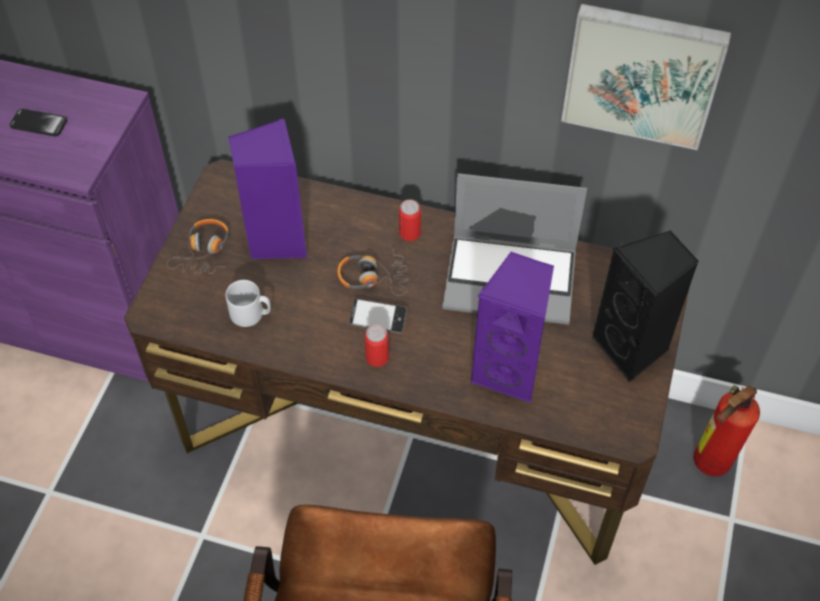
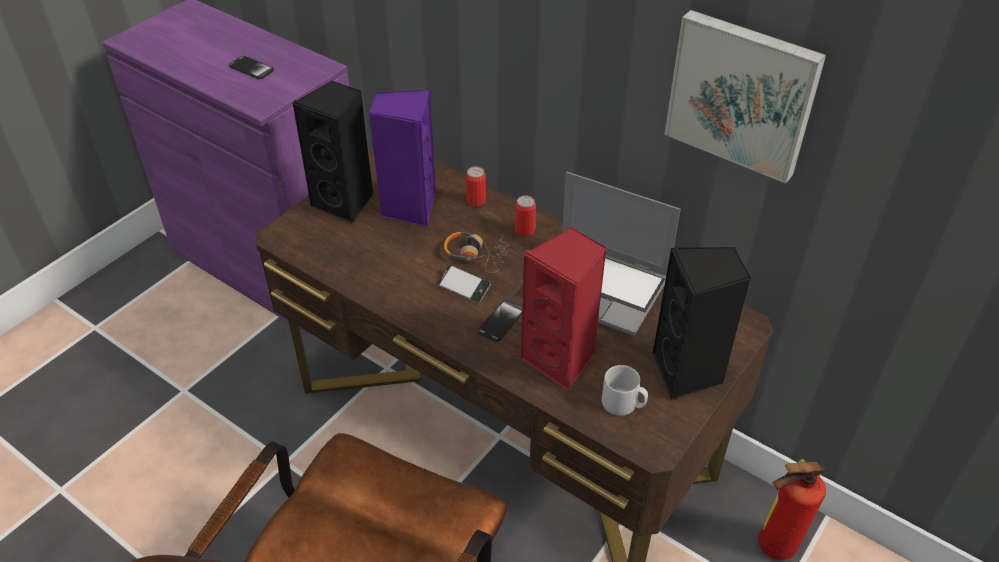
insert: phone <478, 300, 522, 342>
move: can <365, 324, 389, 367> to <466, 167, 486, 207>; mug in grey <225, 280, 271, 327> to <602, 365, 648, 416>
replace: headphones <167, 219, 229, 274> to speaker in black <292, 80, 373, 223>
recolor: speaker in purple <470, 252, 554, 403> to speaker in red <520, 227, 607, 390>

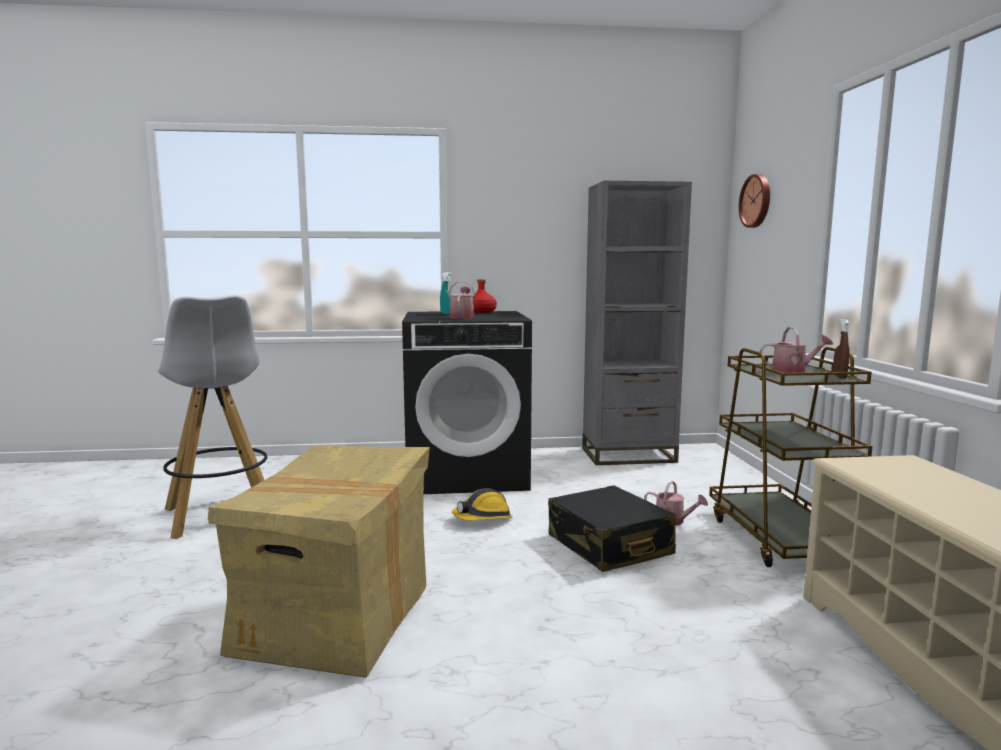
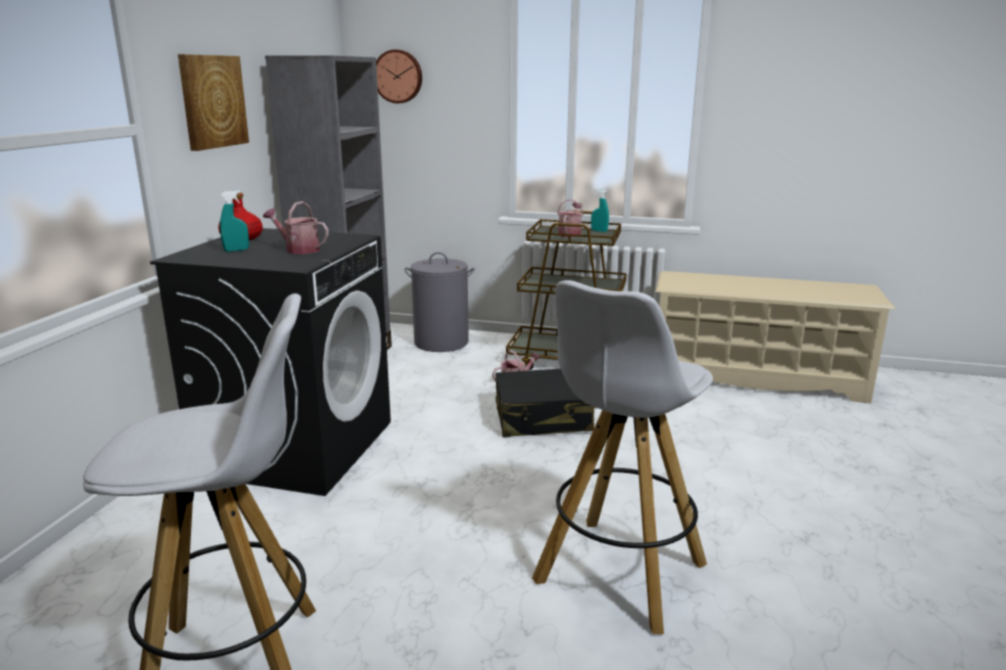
delete: hard hat <451, 488, 513, 521>
insert: picture <178, 54, 249, 151>; laundry basket in grey <404, 252, 475, 352>
replace: cardboard box <208, 446, 430, 678> to stool in white <532, 280, 713, 634>
recolor: spray bottle in brown <833, 319, 849, 379> to spray bottle in turquoise <591, 189, 609, 232>

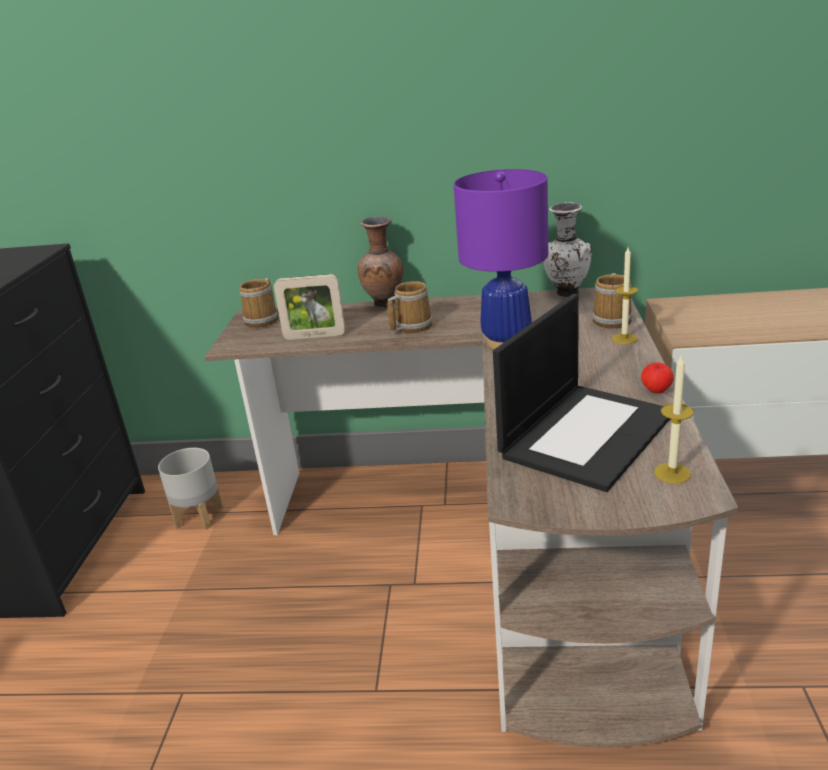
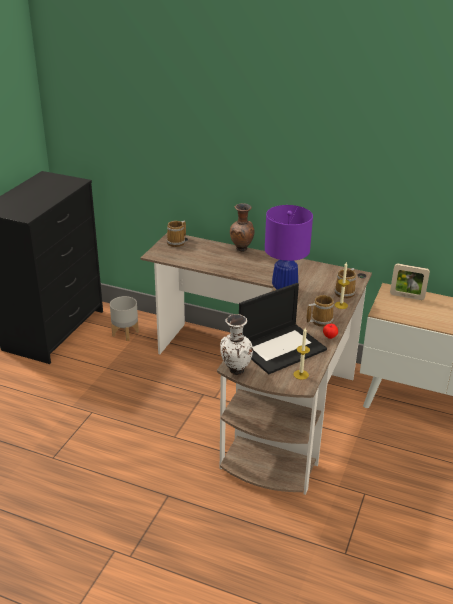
move: vase in white <543, 203, 592, 297> to <220, 314, 253, 375>; mug <387, 281, 432, 333> to <306, 295, 334, 327>; picture frame <274, 274, 345, 340> to <390, 264, 430, 300>

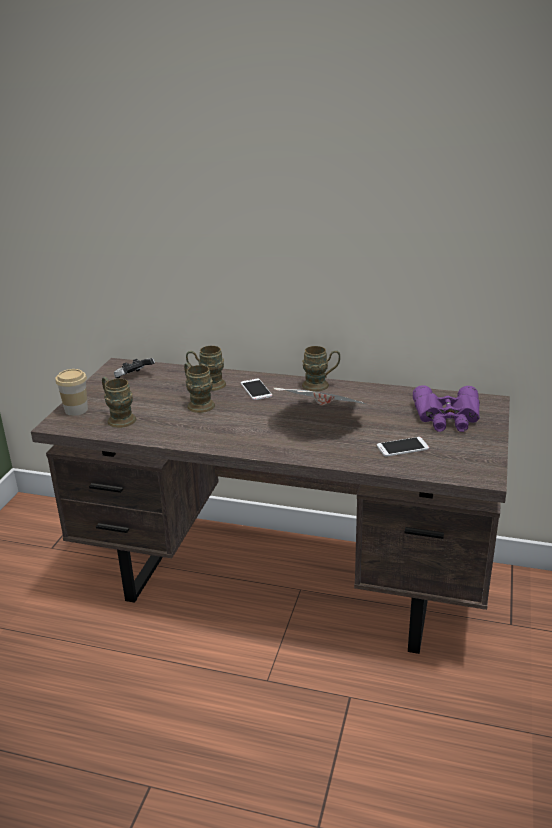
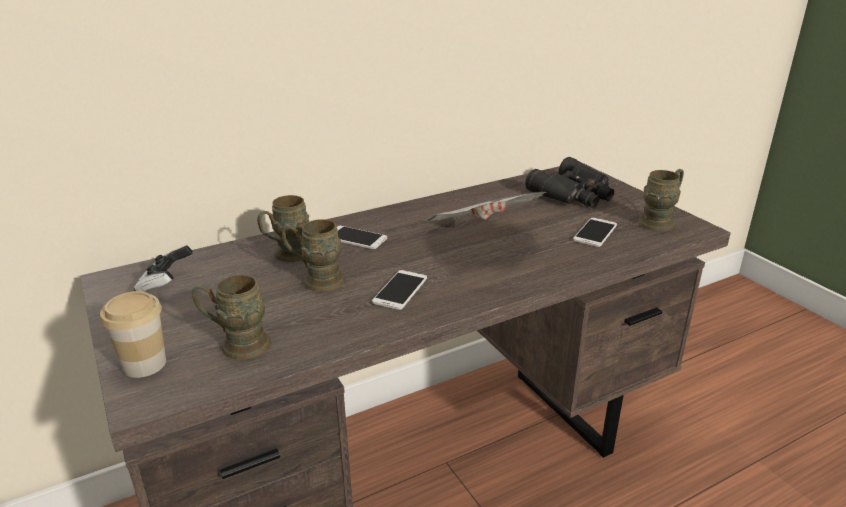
insert: phone <372, 270, 427, 310>
move: mug in brown <302, 346, 340, 392> to <637, 169, 684, 232>
recolor: binoculars in purple <413, 385, 480, 432> to binoculars in black <525, 157, 614, 208>

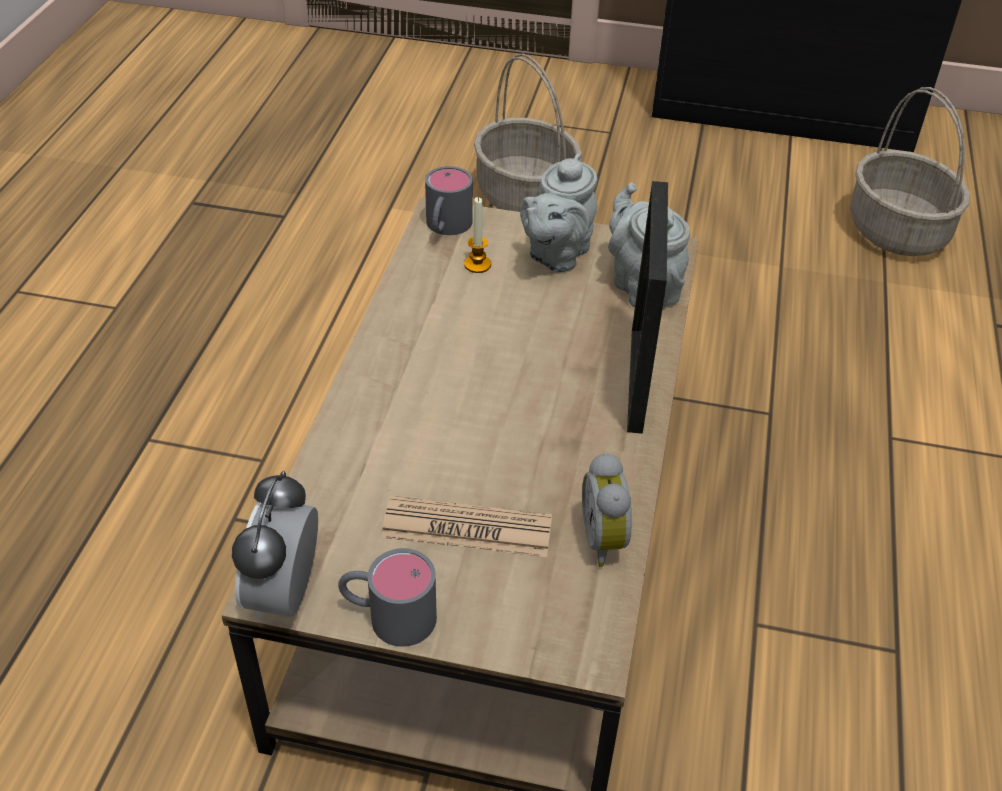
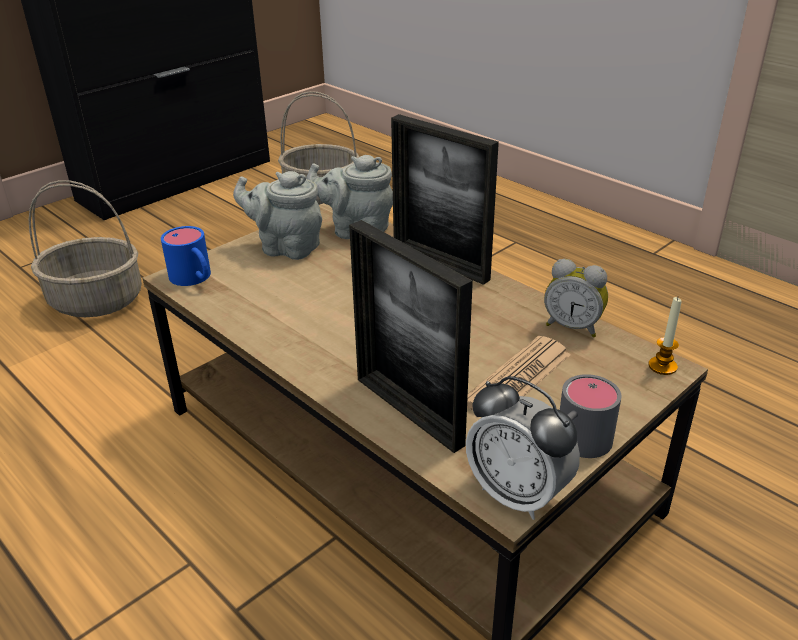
insert: picture frame <349, 220, 473, 453>
move: candle <464, 197, 491, 273> to <648, 297, 681, 375>
recolor: mug in grey <425, 166, 473, 235> to mug in blue <161, 226, 211, 286>
rotate: teapot in grey <520, 153, 598, 272> = <233, 171, 322, 260> 135 degrees clockwise

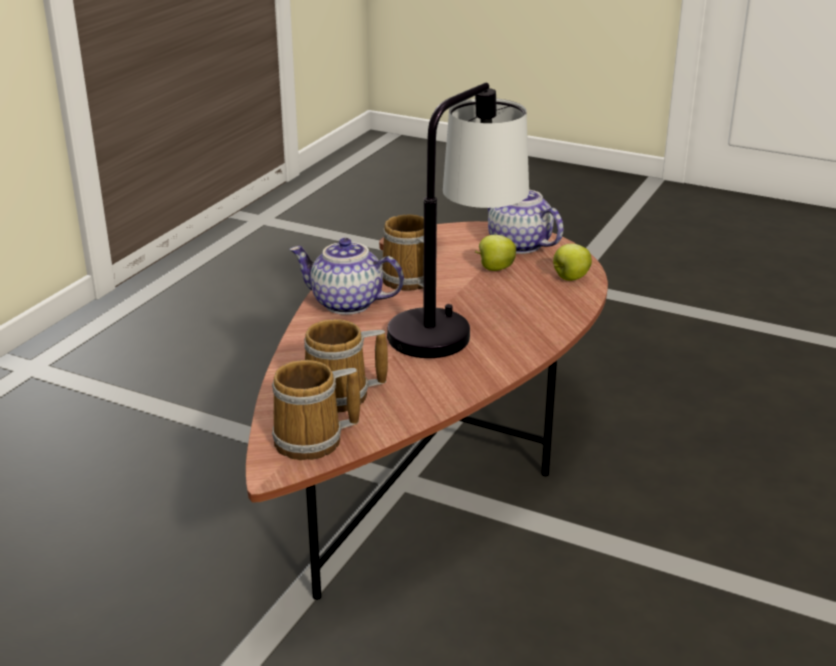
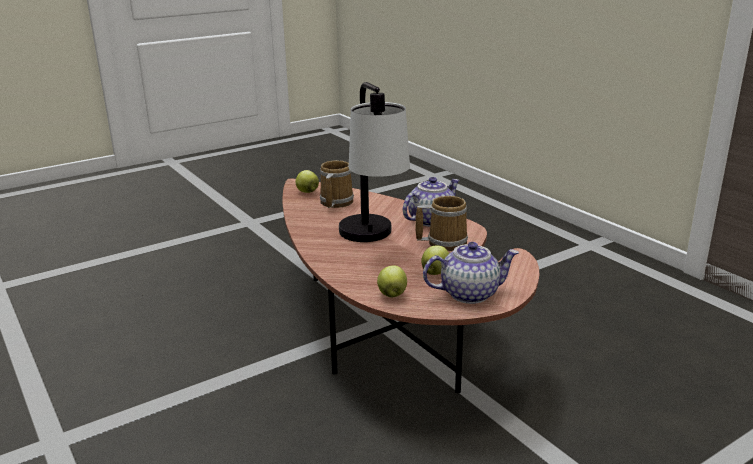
replace: mug <272, 360, 360, 460> to apple <295, 170, 319, 193>

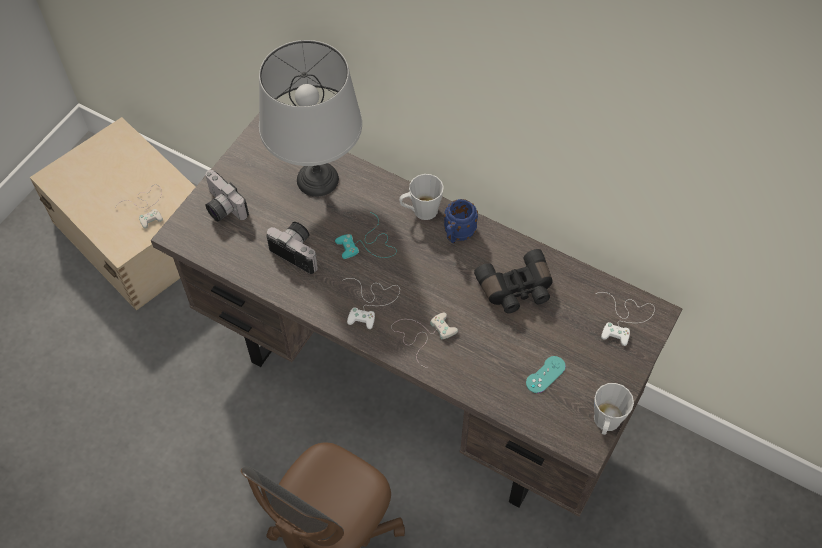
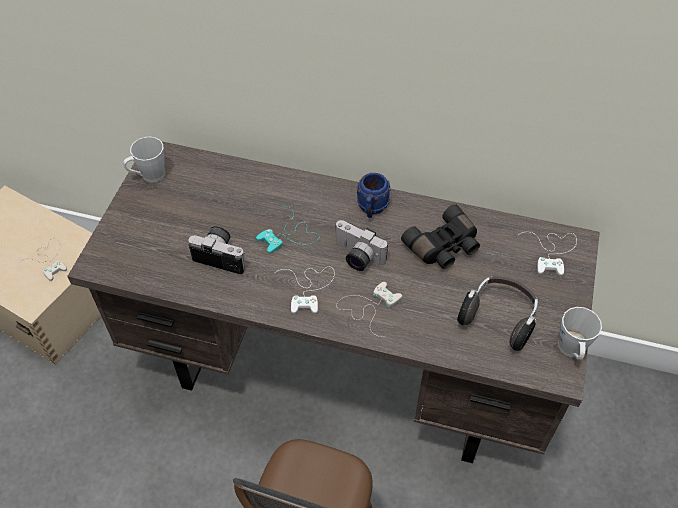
delete: table lamp in grey <259, 40, 362, 197>
move: mug in grey <399, 174, 444, 220> to <123, 137, 165, 183>; photo camera <205, 170, 249, 222> to <334, 220, 388, 271>
replace: game controller in turquoise <526, 356, 566, 393> to headphones <457, 276, 538, 351>

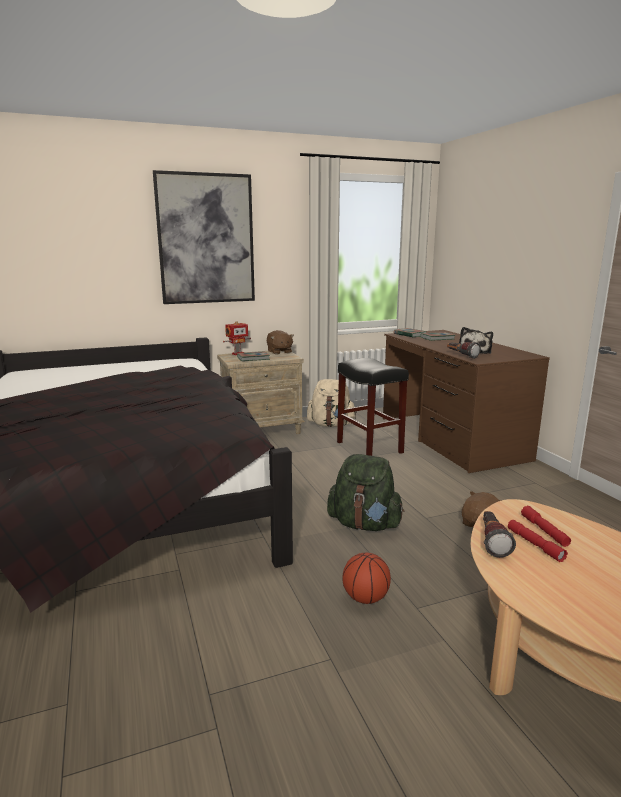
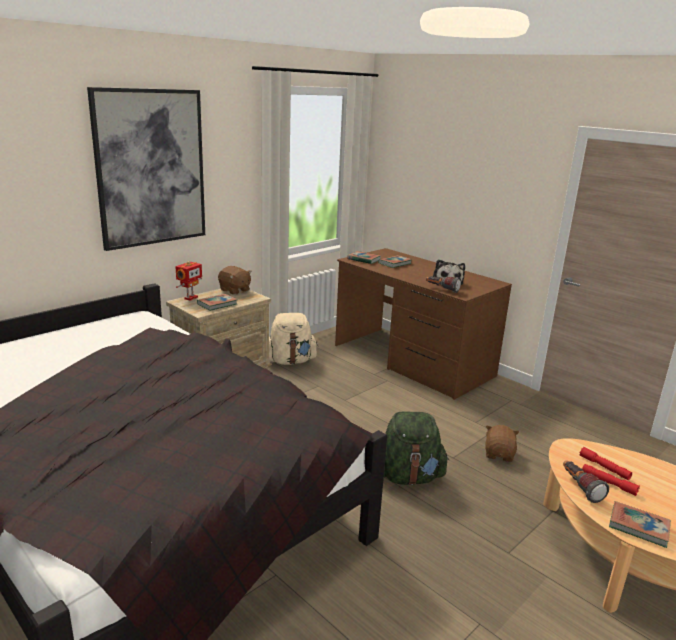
delete: stool in black <337, 358, 409, 456>; basketball <342, 553, 391, 604>
insert: book <609, 501, 671, 548>

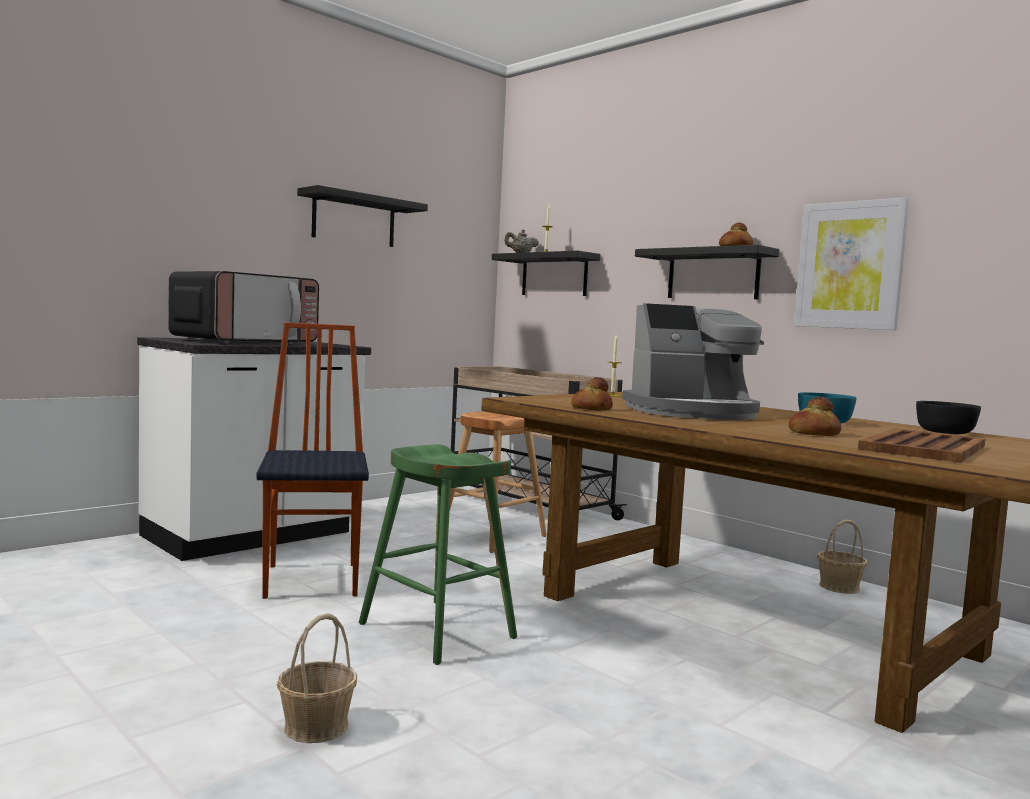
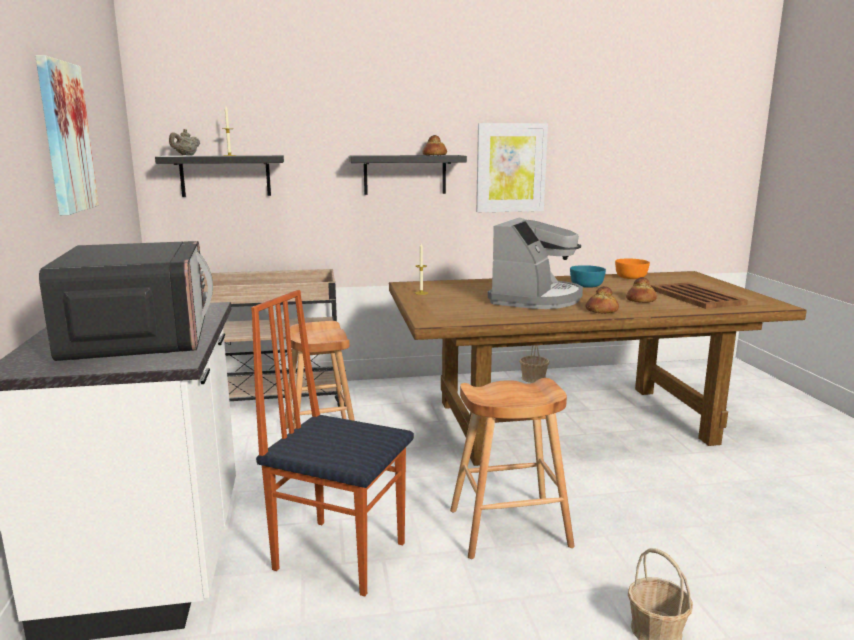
move: bread <571, 377, 613, 410> to <585, 286, 619, 313>
replace: shelf in black <297, 185, 428, 247> to picture <35, 55, 99, 215>
recolor: stool in green <359, 444, 517, 665> to stool in brown <450, 378, 575, 559>; bowl in black <916, 401, 981, 434> to bowl in orange <615, 259, 650, 279>

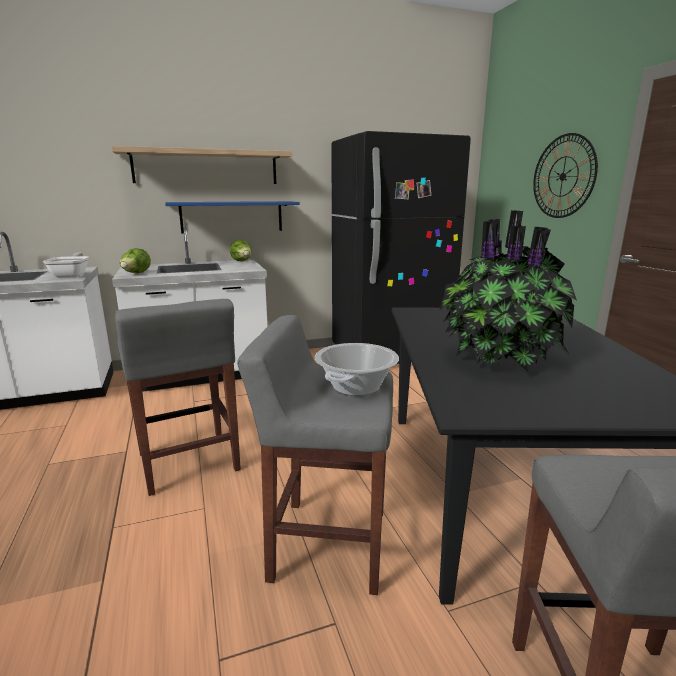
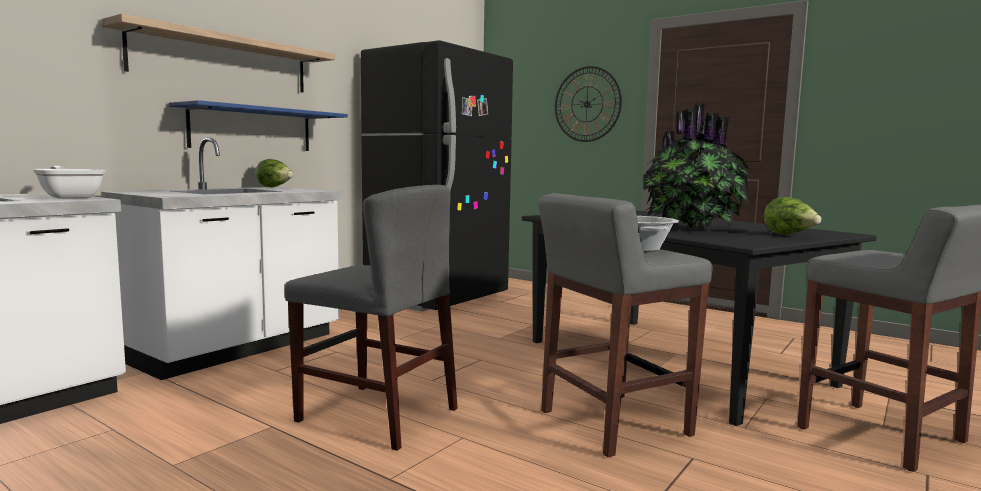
move: lettuce <120, 248, 151, 273> to <764, 197, 821, 235>
replace: stool in grey <115, 299, 241, 496> to chair in grey <285, 185, 457, 451>

